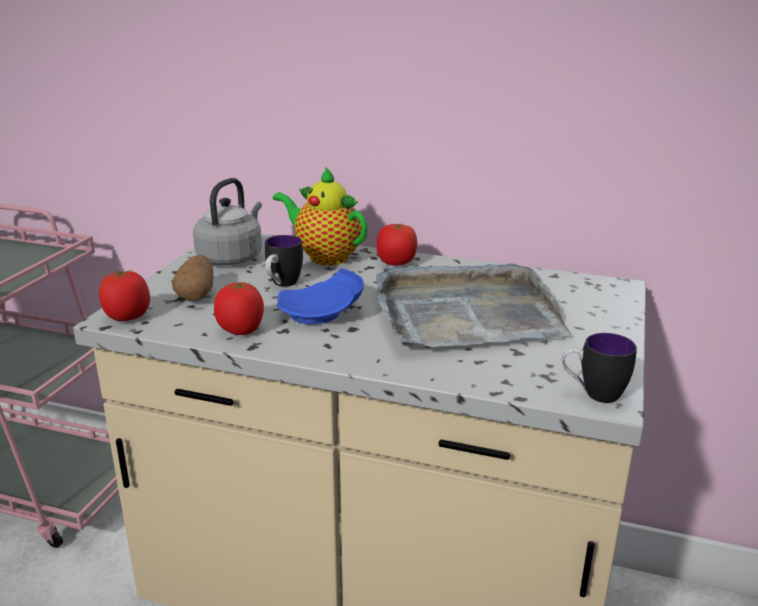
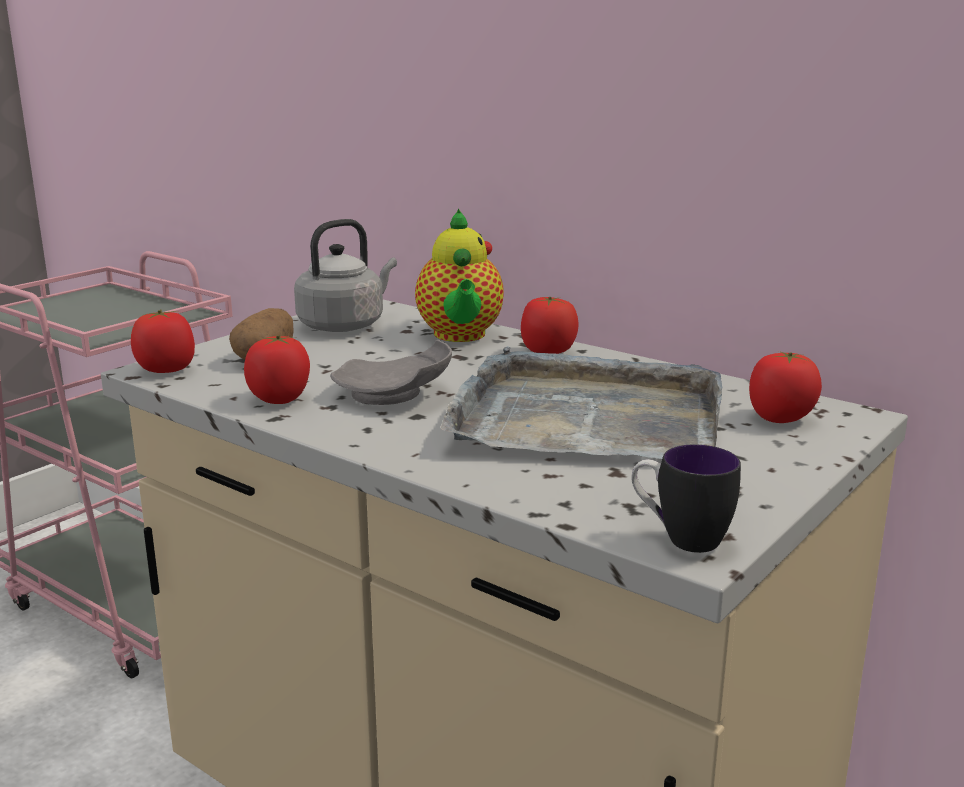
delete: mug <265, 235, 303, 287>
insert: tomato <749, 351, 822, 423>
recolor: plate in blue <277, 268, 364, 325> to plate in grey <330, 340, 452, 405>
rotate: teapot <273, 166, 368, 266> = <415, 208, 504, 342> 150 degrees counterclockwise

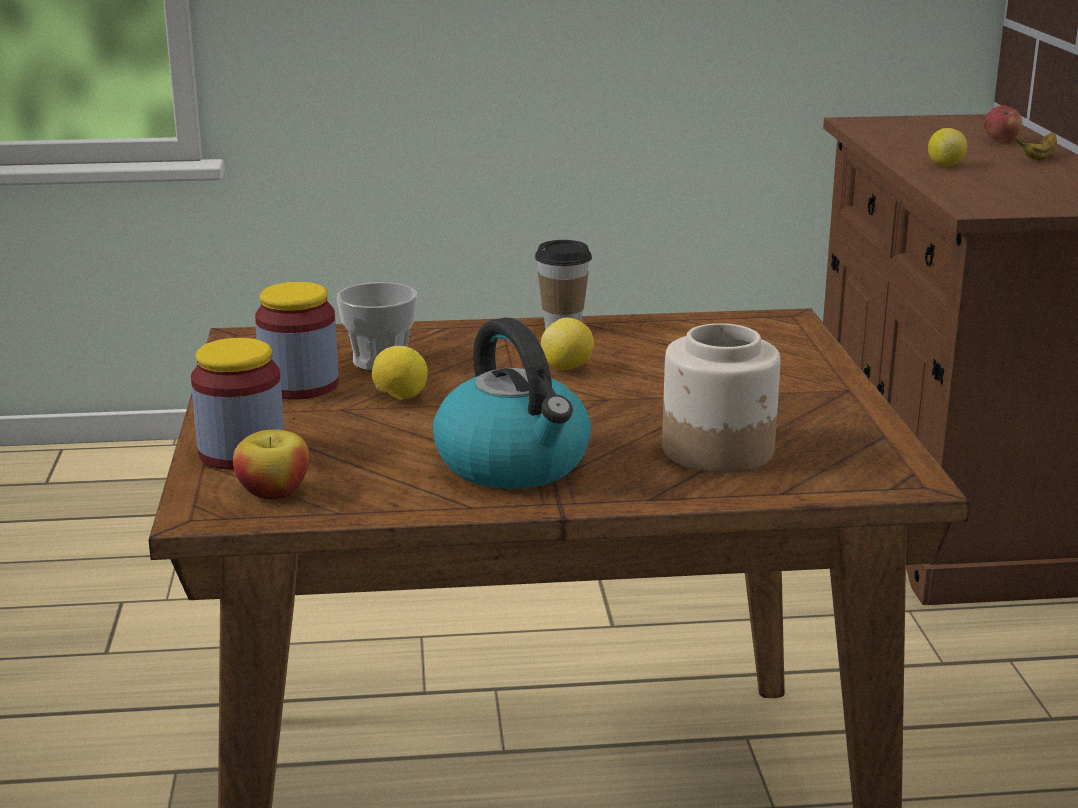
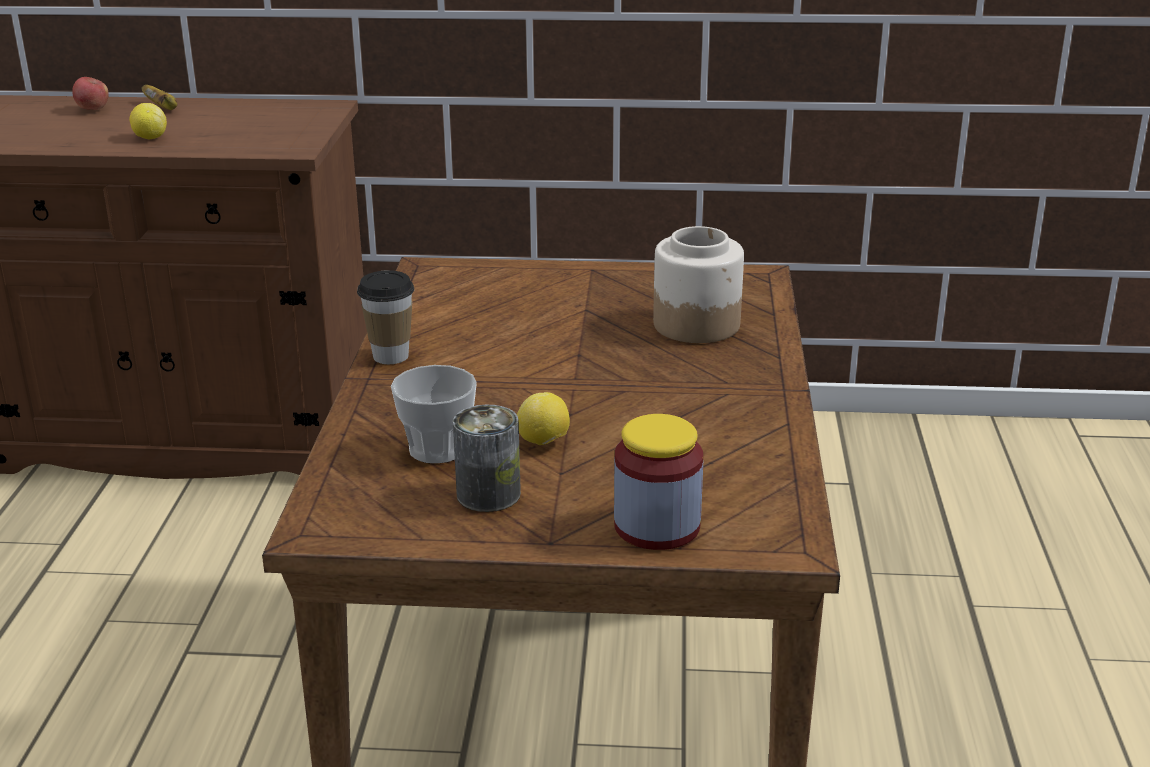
delete: apple <233, 429, 309, 500>; kettle <433, 317, 591, 489>; lemon <541, 317, 594, 370>
replace: jar <255, 282, 339, 400> to can <453, 405, 521, 512>

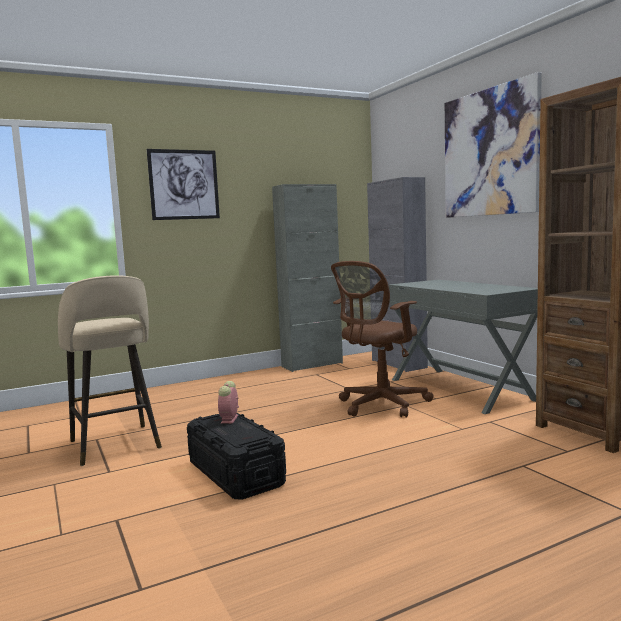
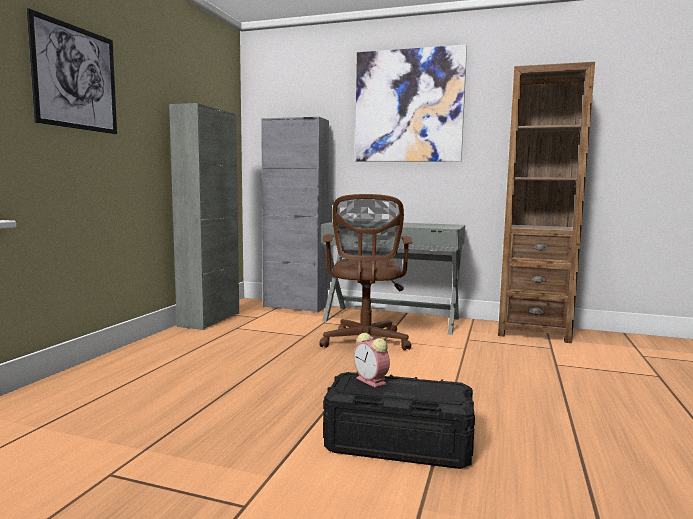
delete: stool in beige <58, 275, 162, 466>

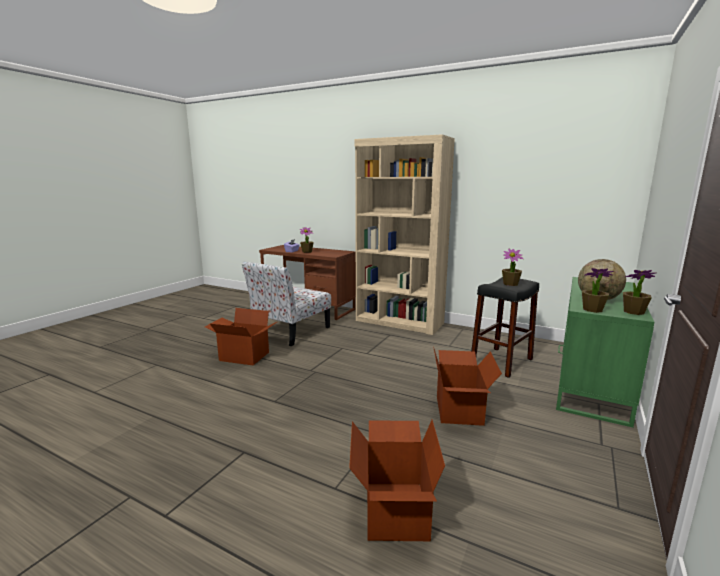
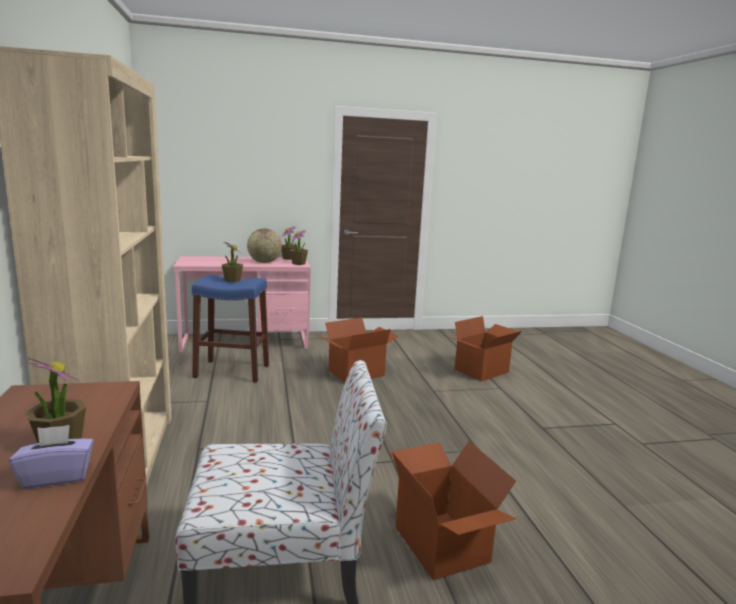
recolor: desk in green <556, 277, 654, 428> to desk in pink <173, 256, 311, 352>; stool in black <471, 277, 539, 378> to stool in blue <192, 275, 269, 383>

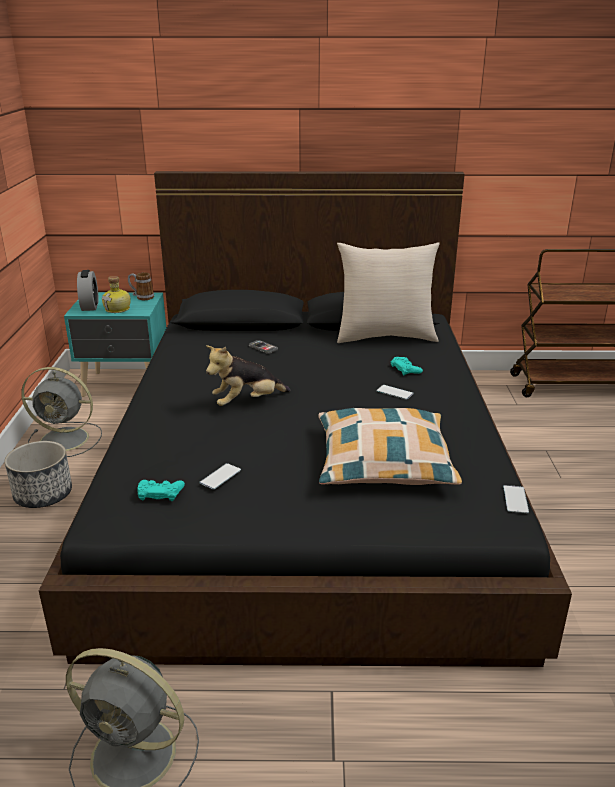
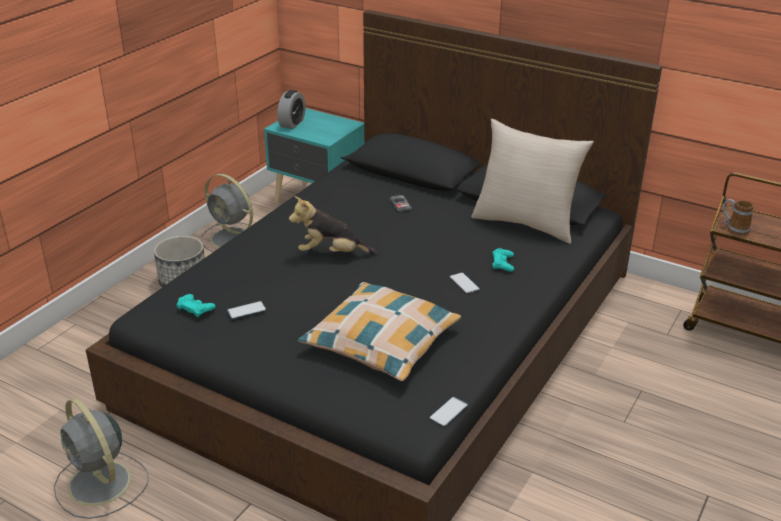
delete: bottle <102, 276, 131, 313>
move: mug <128, 272, 154, 300> to <723, 199, 753, 235>

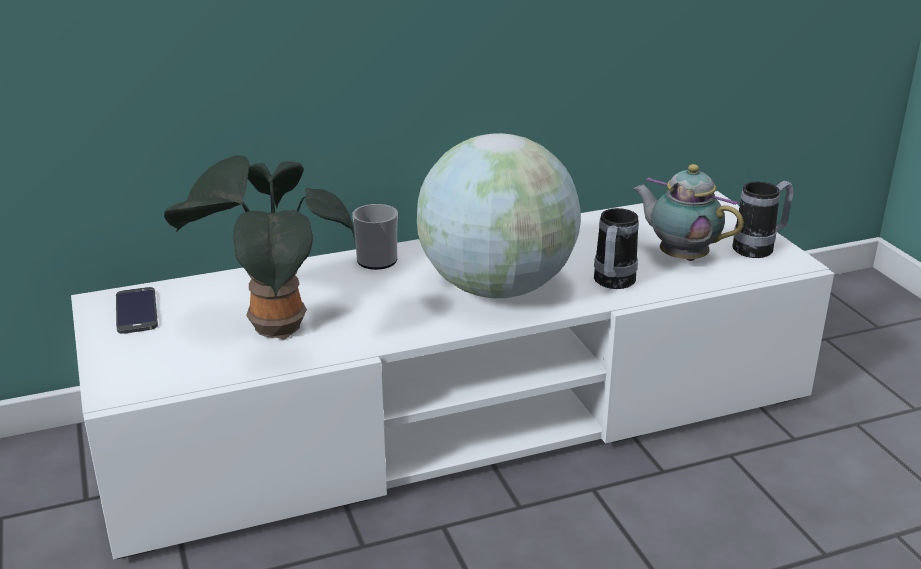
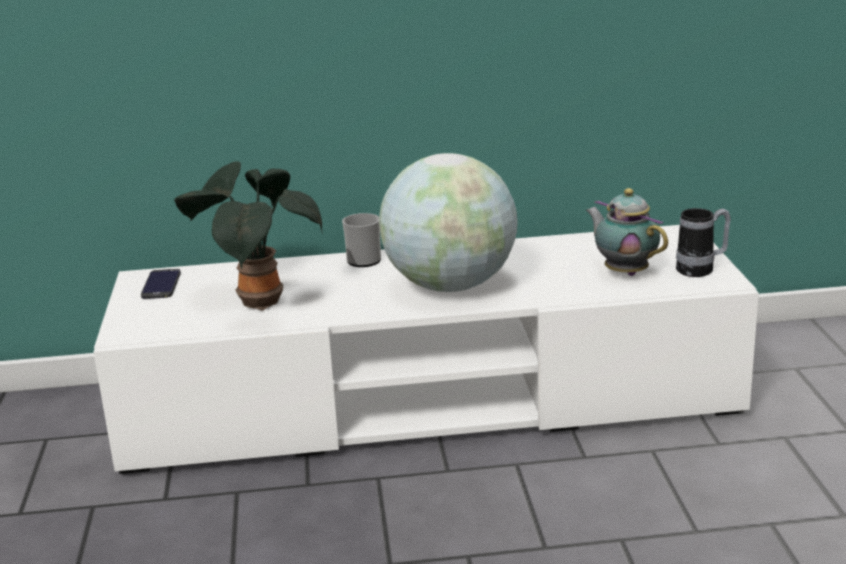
delete: mug <594, 208, 639, 289>

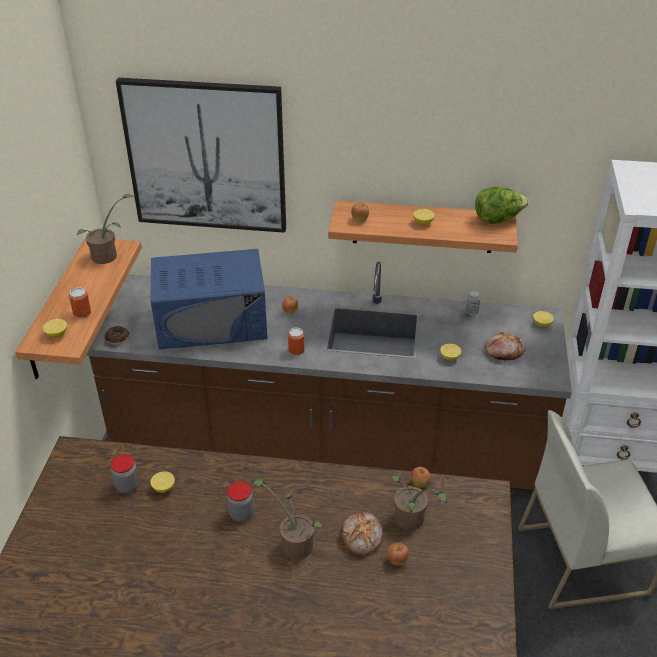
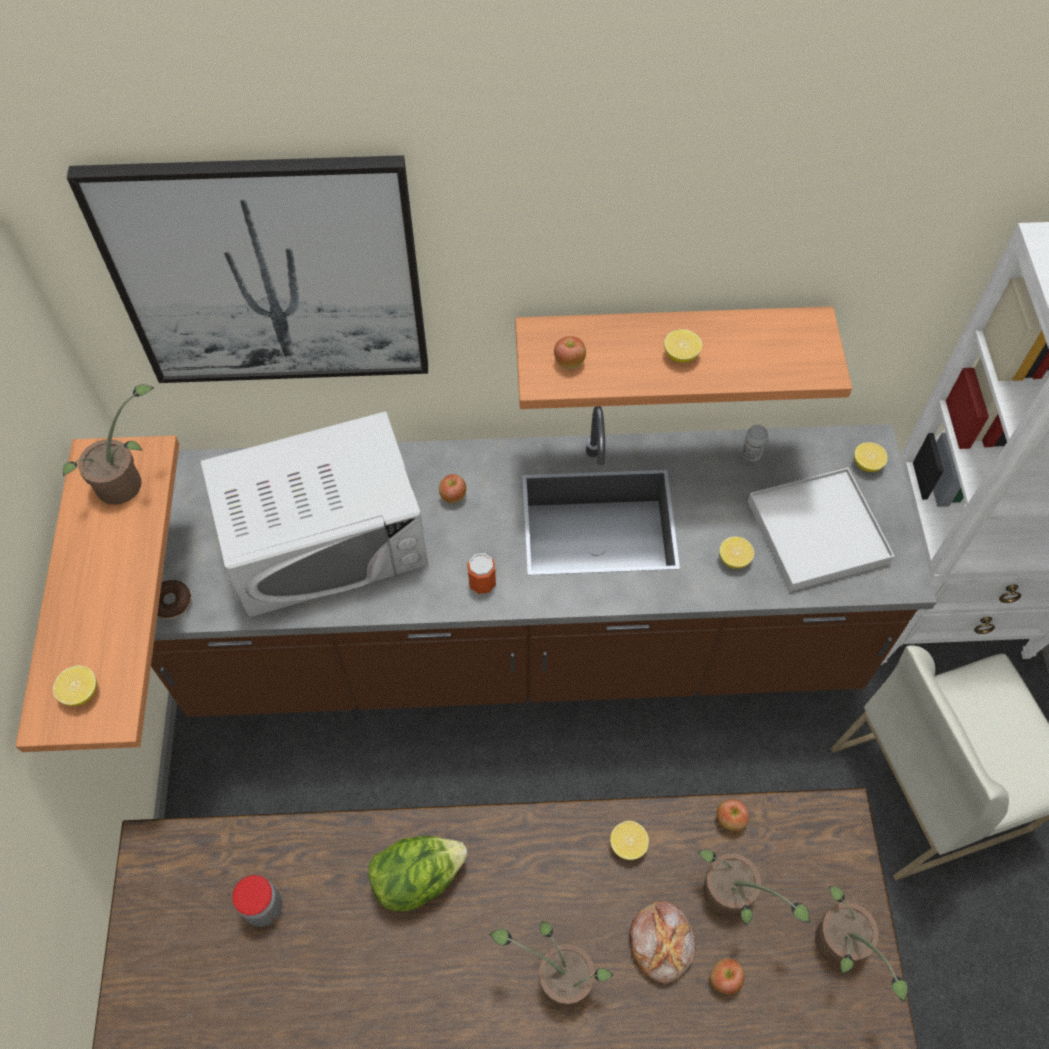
delete: can <69, 287, 91, 319>; jar <227, 481, 254, 522>
insert: potted plant <815, 886, 908, 1002>
move: lettuce <475, 186, 529, 224> to <368, 836, 468, 911>; lemon <150, 471, 175, 493> to <610, 821, 649, 860>
replace: bread <484, 333, 526, 360> to tray in white <748, 468, 894, 592>
recolor: microwave in blue <150, 249, 268, 350> to microwave in white <201, 411, 428, 617>

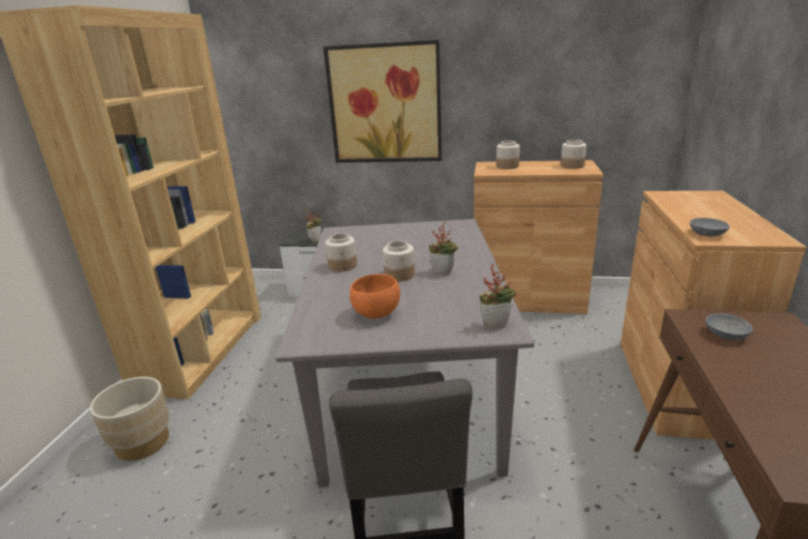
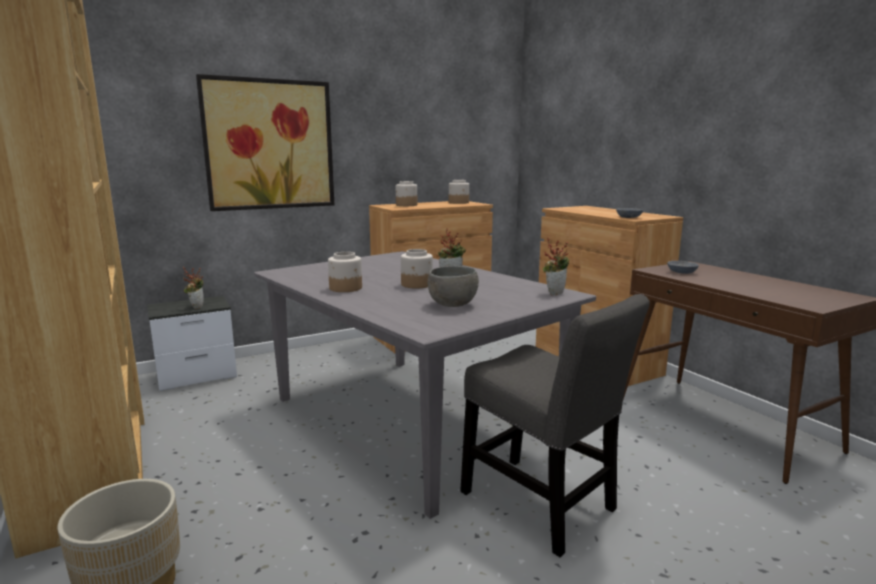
recolor: bowl in orange <350, 274, 400, 319> to bowl in grey <428, 266, 479, 307>

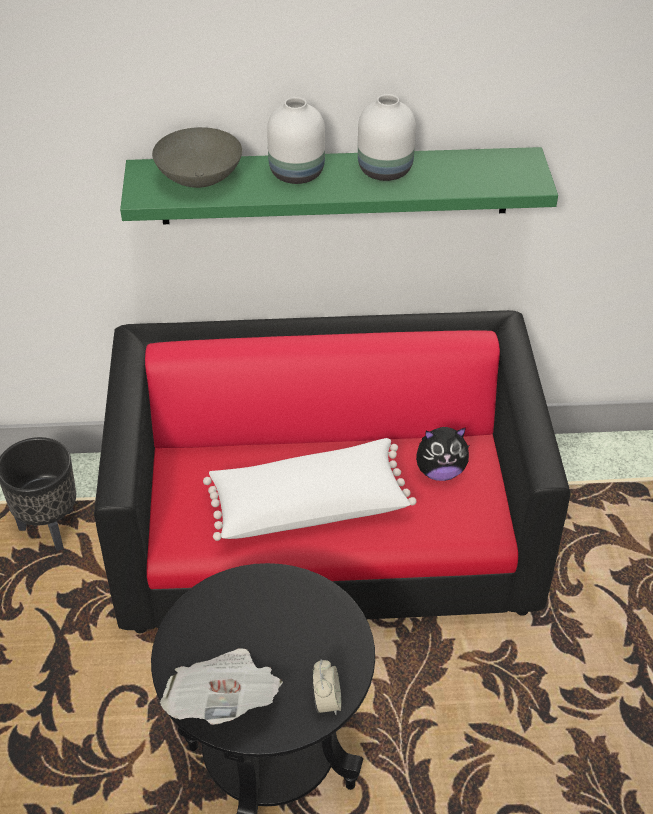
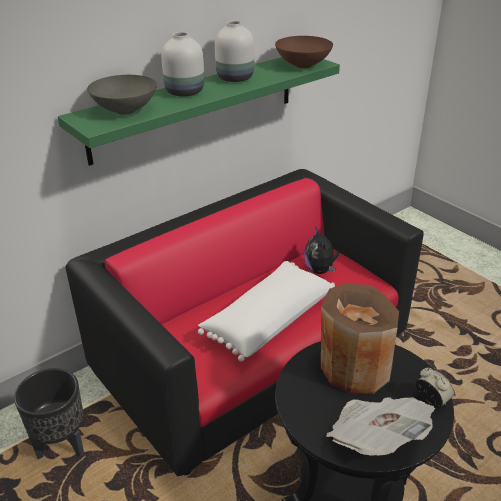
insert: bowl in brown <275, 36, 333, 68>; vase in brown <321, 284, 399, 394>
rotate: plush toy <416, 427, 470, 481> = <304, 228, 339, 274> 120 degrees clockwise

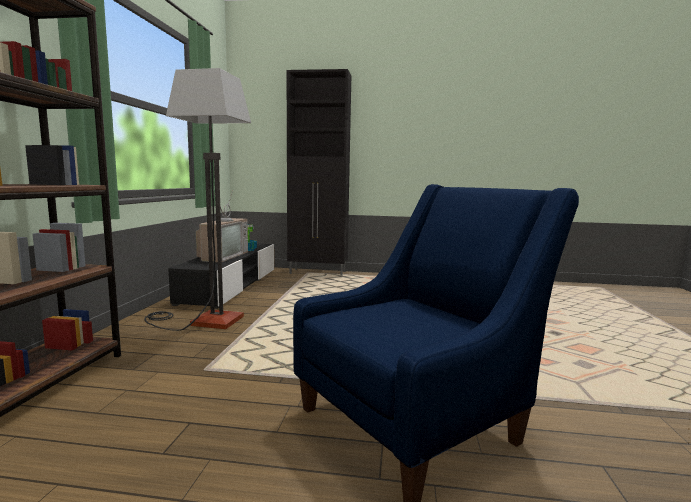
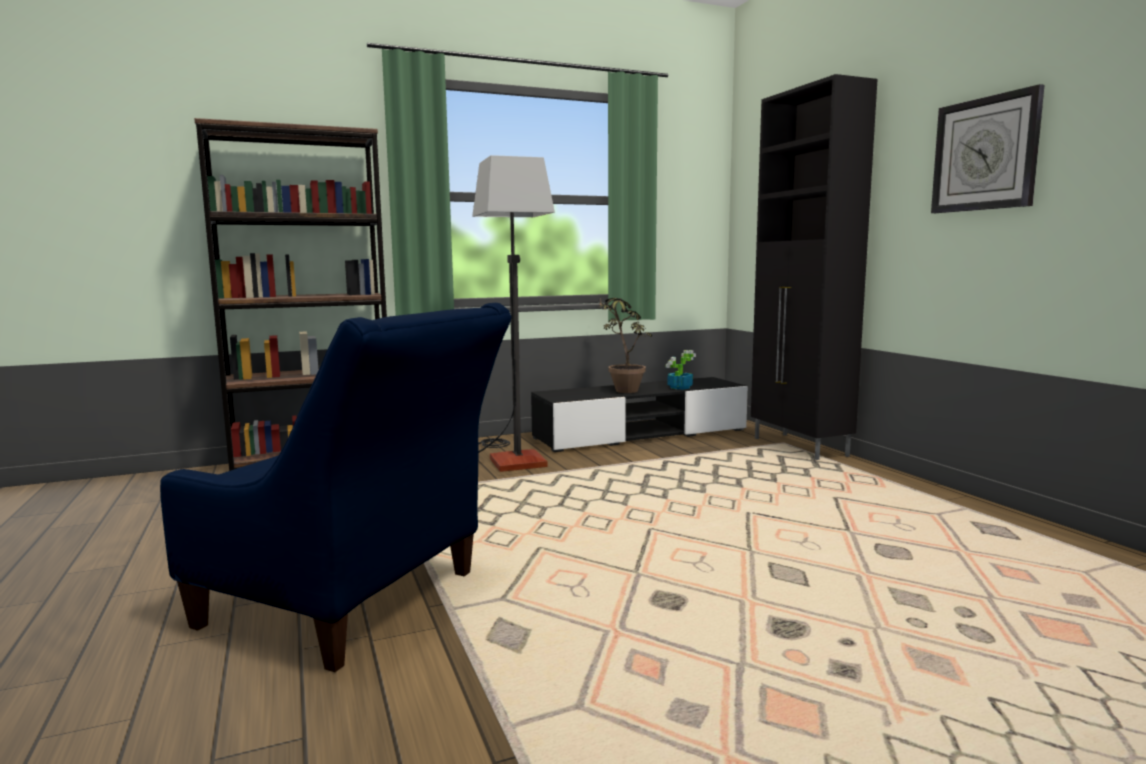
insert: wall clock <931, 84, 1045, 213>
replace: television <196, 190, 248, 262> to potted plant <598, 298, 652, 393>

